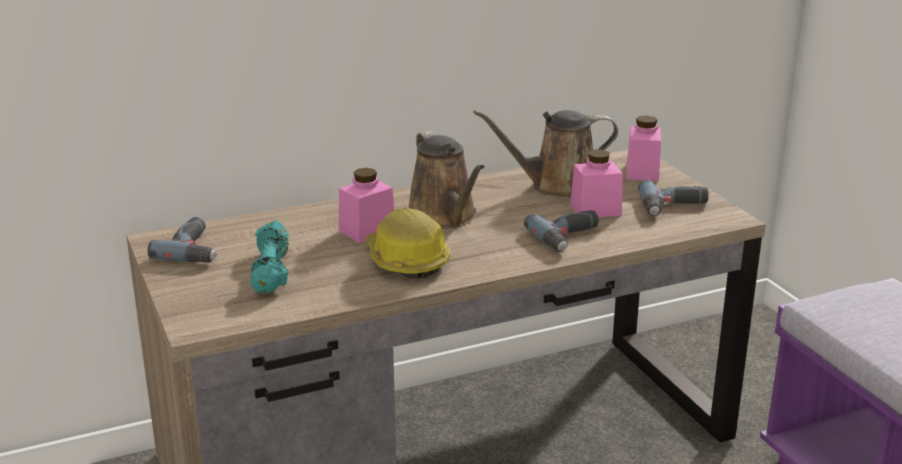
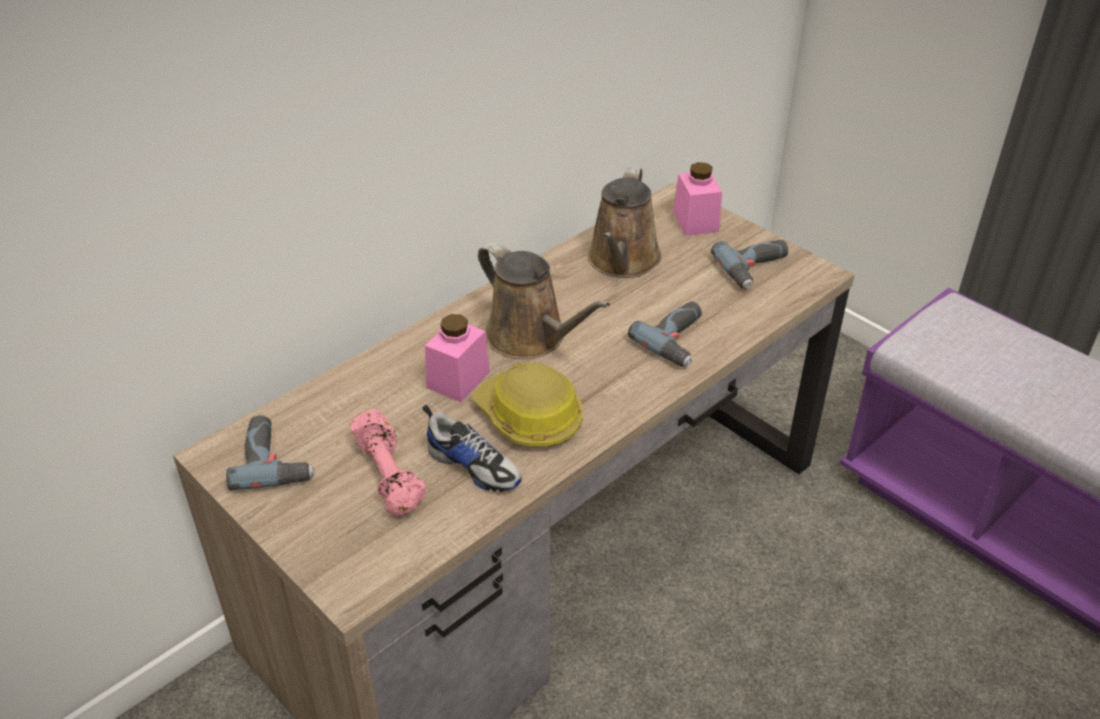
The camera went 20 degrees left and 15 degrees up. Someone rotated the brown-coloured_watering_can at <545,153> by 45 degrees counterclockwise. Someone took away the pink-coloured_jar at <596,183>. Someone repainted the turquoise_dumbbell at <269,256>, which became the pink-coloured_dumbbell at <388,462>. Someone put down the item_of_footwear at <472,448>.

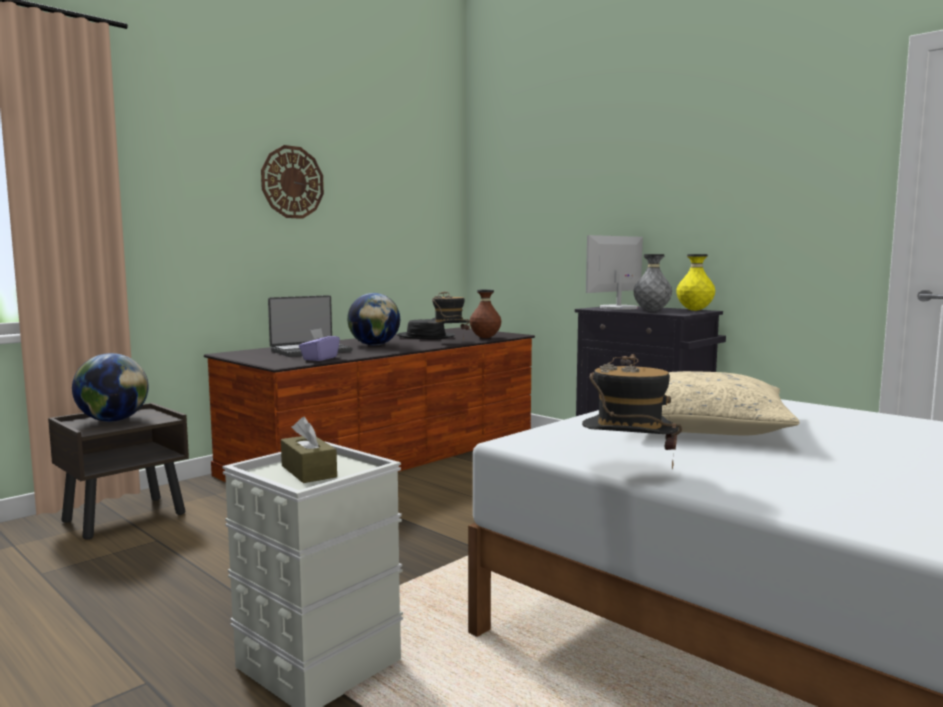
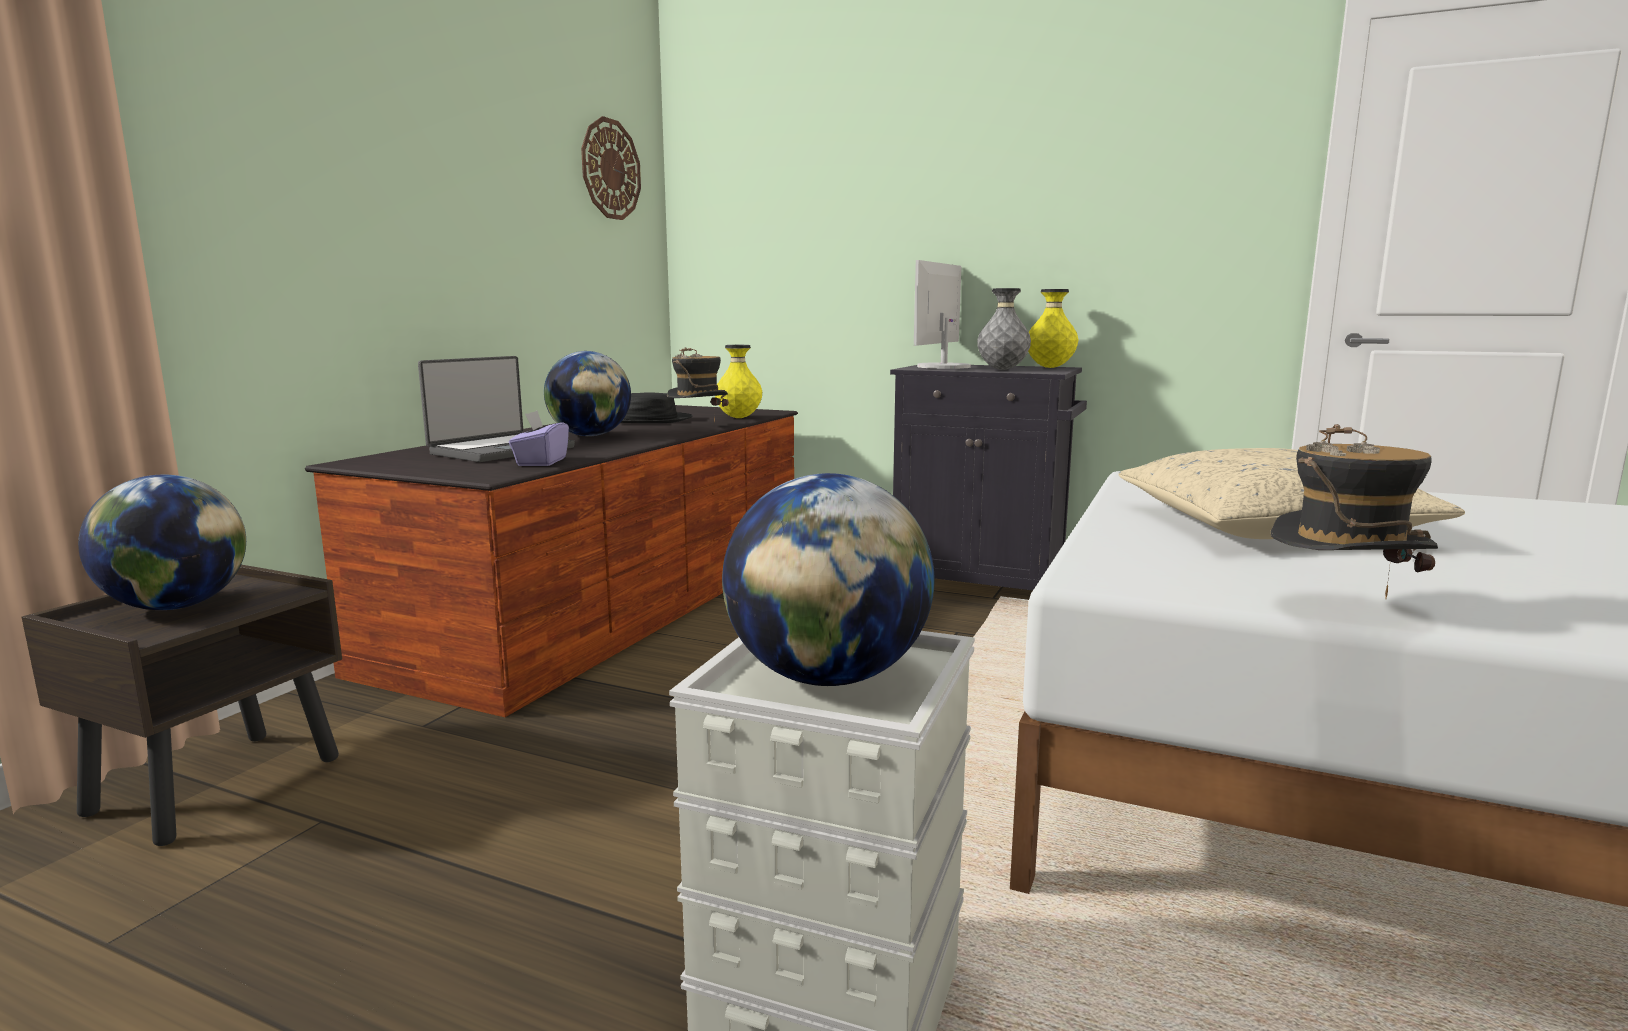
The camera went 20 degrees left and 5 degrees up. Someone carried the wall_clock from <292,182> to <611,168>. Someone repainted the brown-coloured_decorative_vase at <485,314>, which became the yellow-coloured_decorative_vase at <738,381>. Someone swapped the brown-coloured_box_of_tissues at <309,450> for the desk_globe at <828,579>.

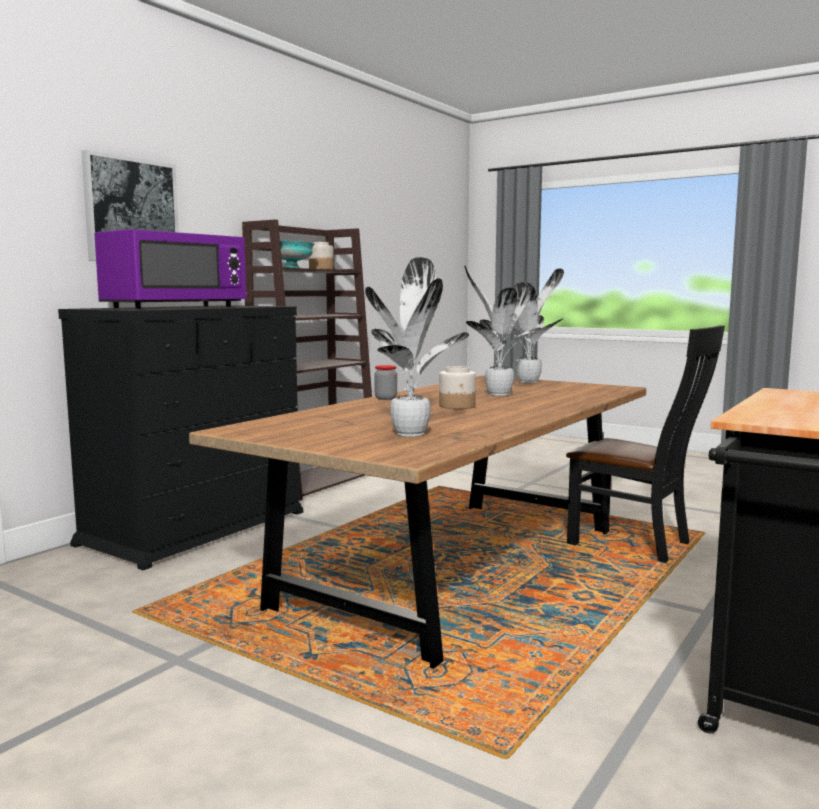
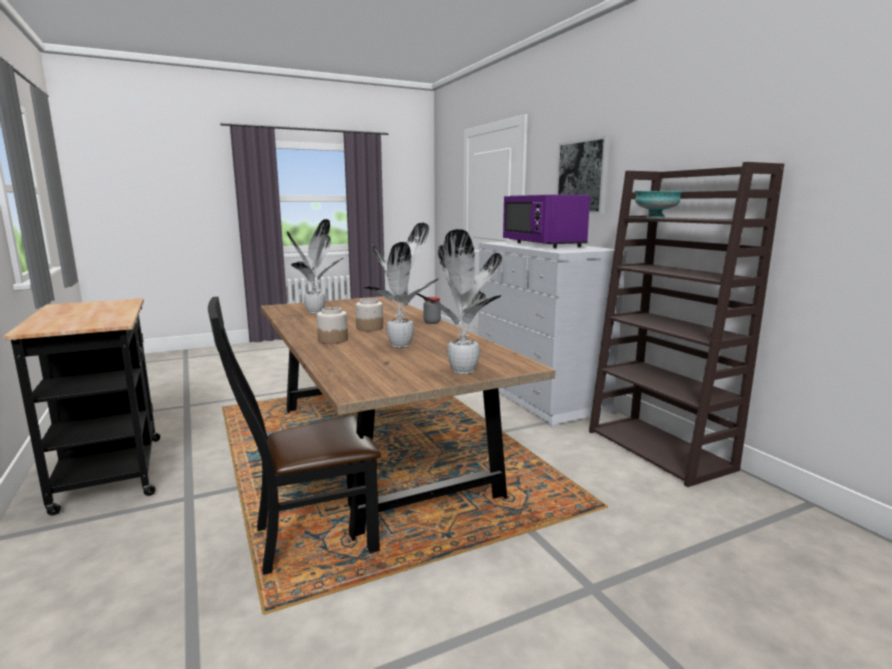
The camera went 120 degrees right and 5 degrees up. Someone carried the jar from <321,255> to <332,325>. Someone repainted the black_chest_of_drawers at <180,437>, which became the whitish_chest_of_drawers at <552,334>.

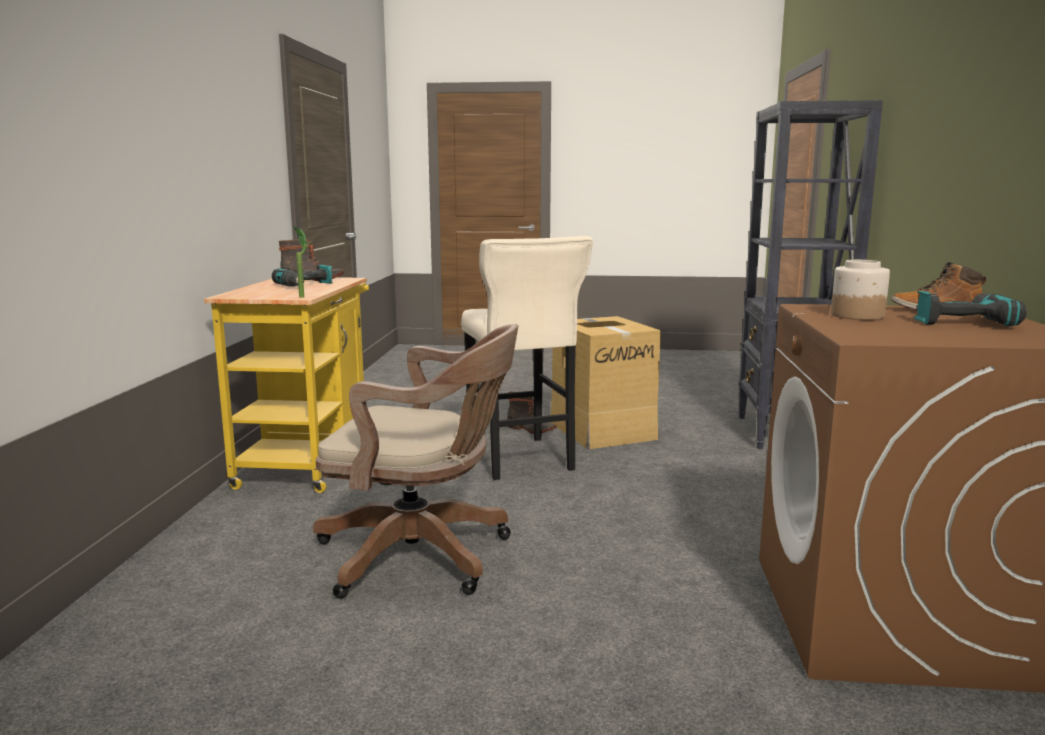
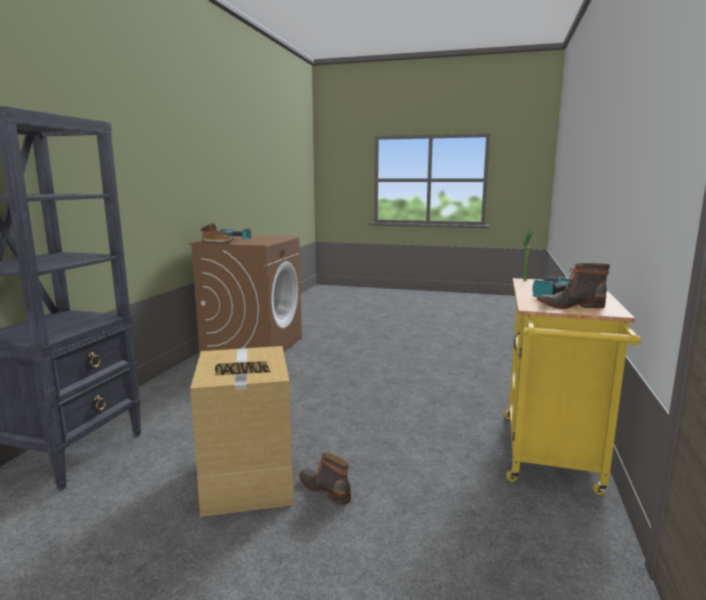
The camera went 170 degrees left and 0 degrees up. Someone took away the beige-coloured_stool at <527,358>. Someone took away the jar at <860,290>. Someone took away the brown-coloured_desk_chair at <415,461>.

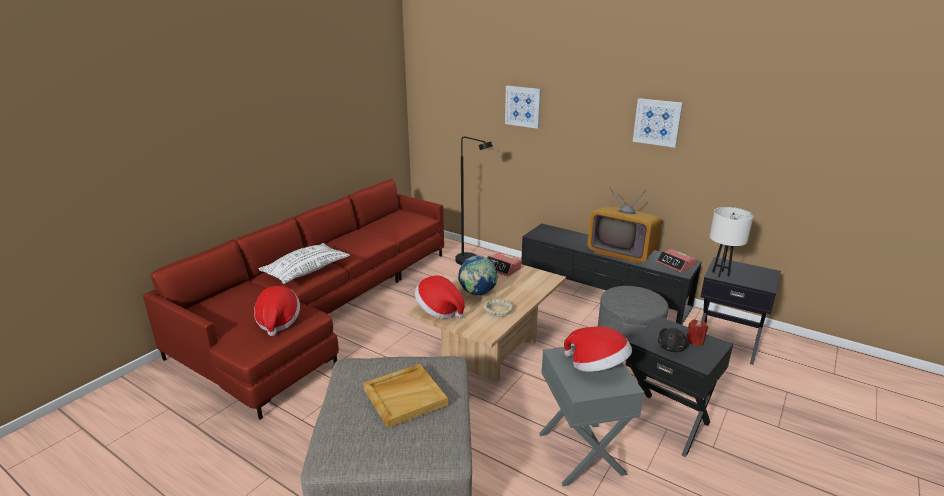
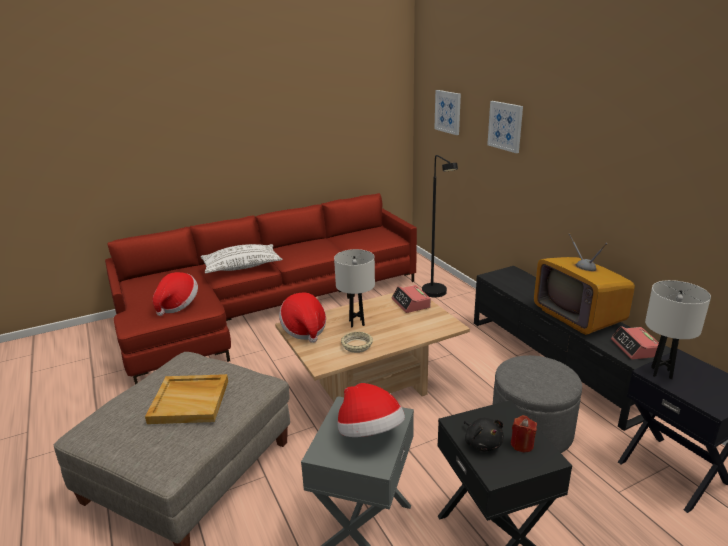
The camera went 30 degrees right and 0 degrees up. Someone carried the wall_art from <658,123> to <447,112>. Someone swapped the desk_globe at <478,275> for the whitish_table_lamp at <354,288>. Someone rotated the black_plush_toy at <673,340> by 90 degrees counterclockwise.

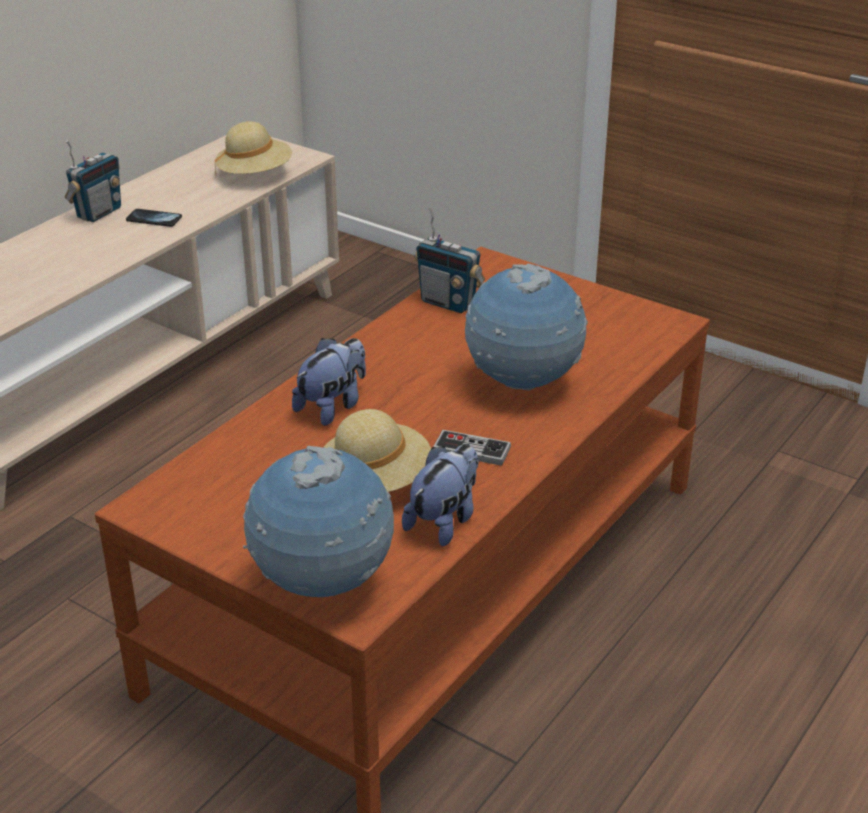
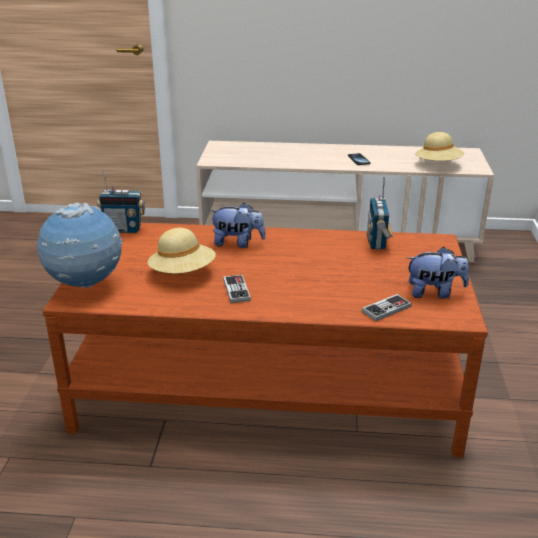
The camera went 60 degrees right and 5 degrees down. Someone carried the radio from <93,181> to <121,202>. Someone took away the desk_globe at <526,327>. Someone carried the plush_toy from <440,495> to <438,272>. Someone put down the gamepad at <387,307>.

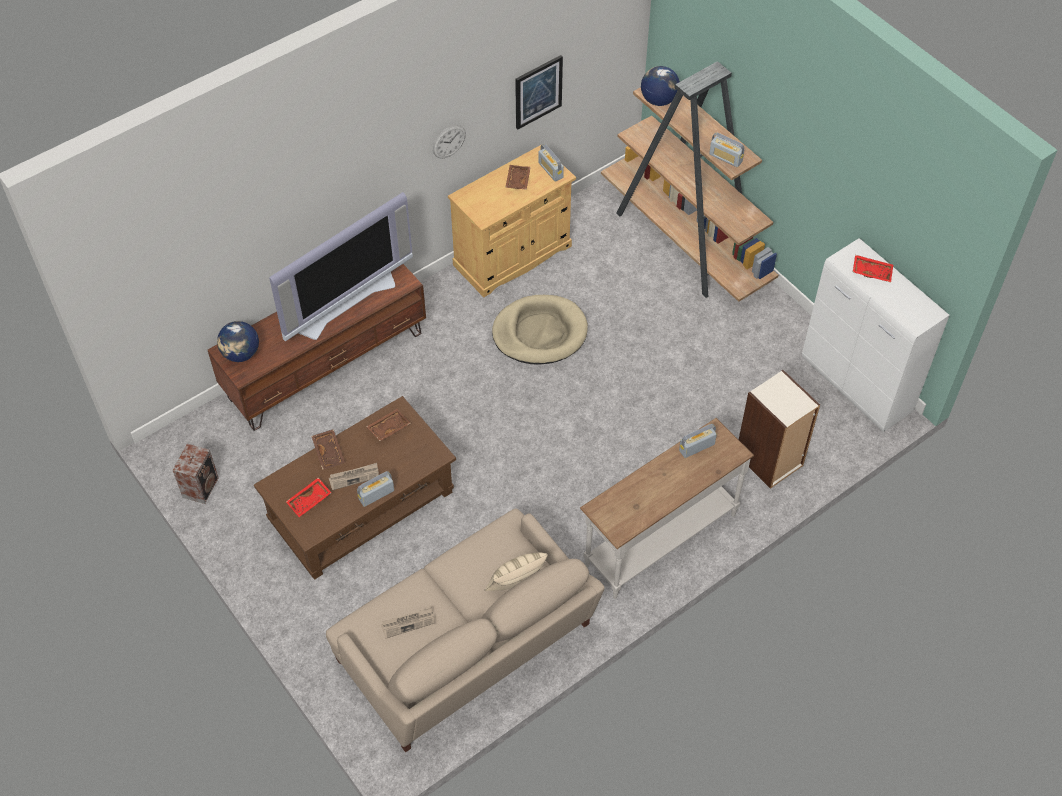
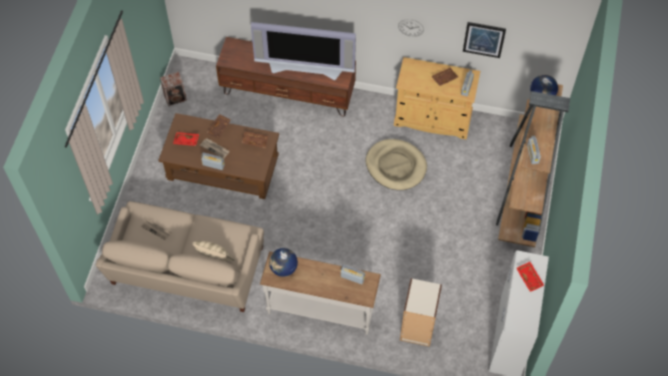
The camera went 50 degrees right and 5 degrees up. Someone carried the desk_globe from <238,341> to <283,262>.

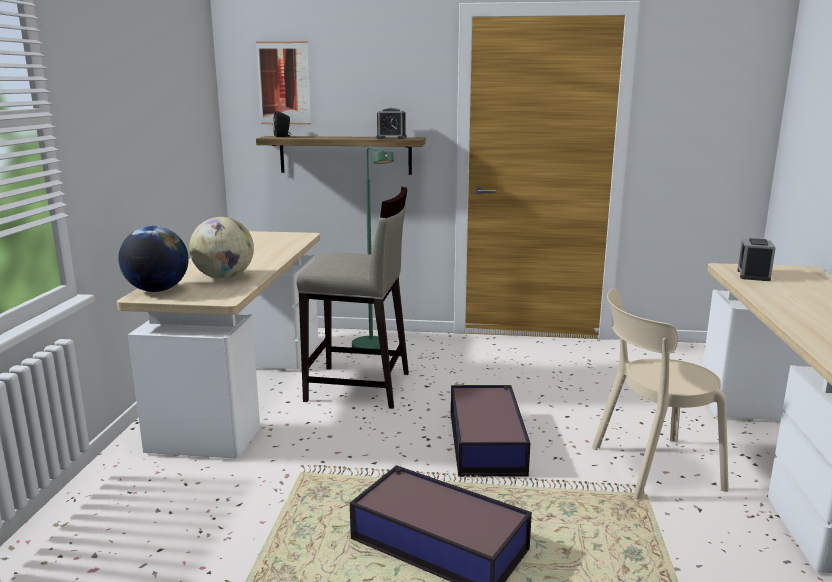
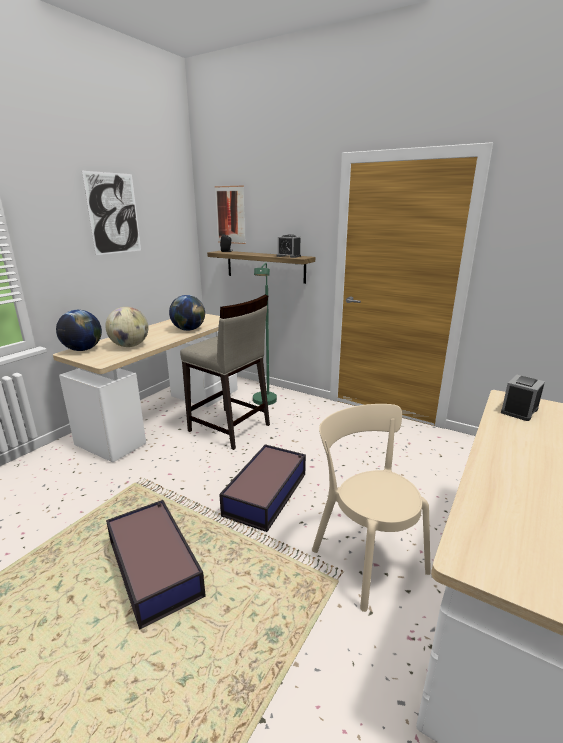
The camera went 25 degrees right and 5 degrees up. Someone rotated the beige-coloured_chair at <660,394> by 45 degrees clockwise. Someone put up the wall_art at <111,213>. Someone put down the desk_globe at <187,313>.

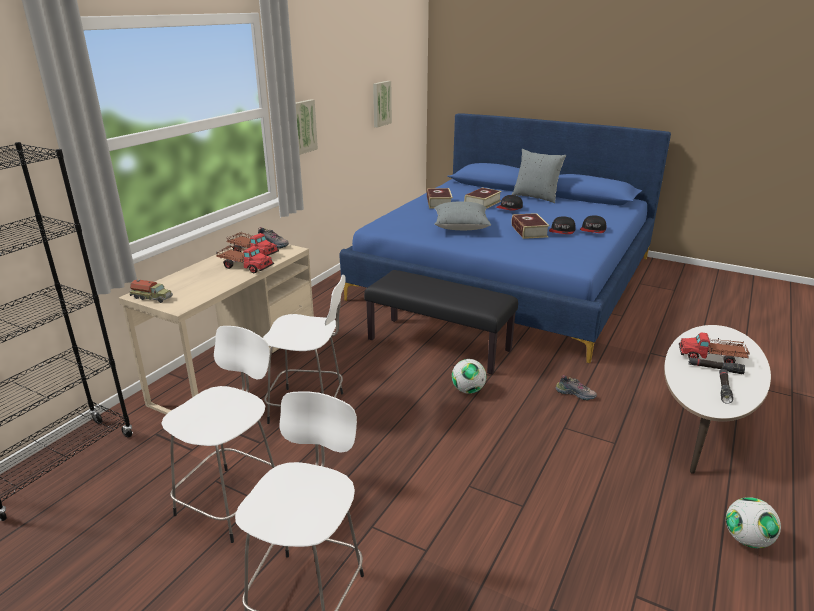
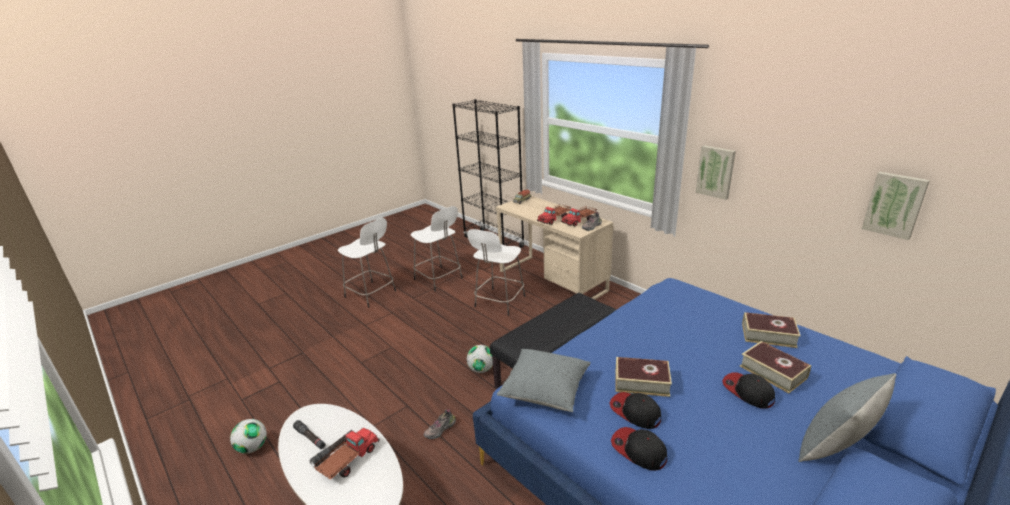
The camera went 110 degrees right and 0 degrees up. Someone carried the grey_pillow from <462,216> to <544,380>.

